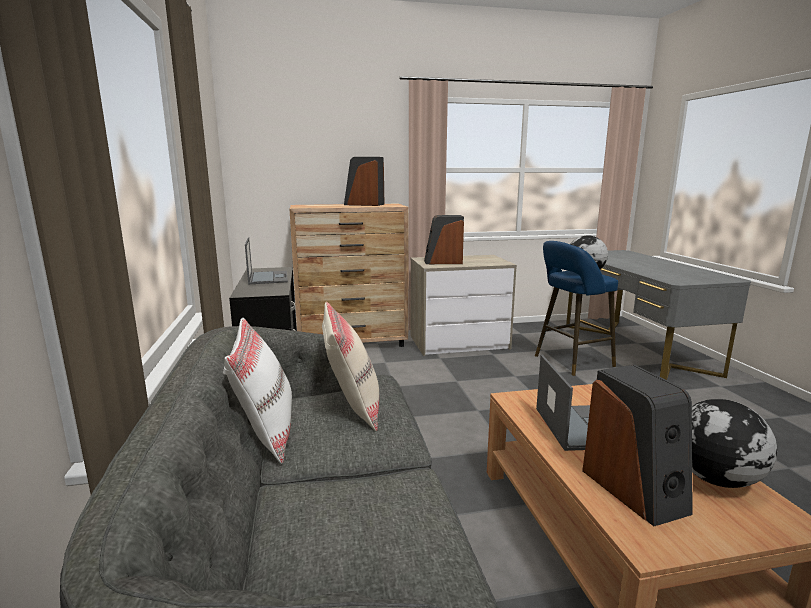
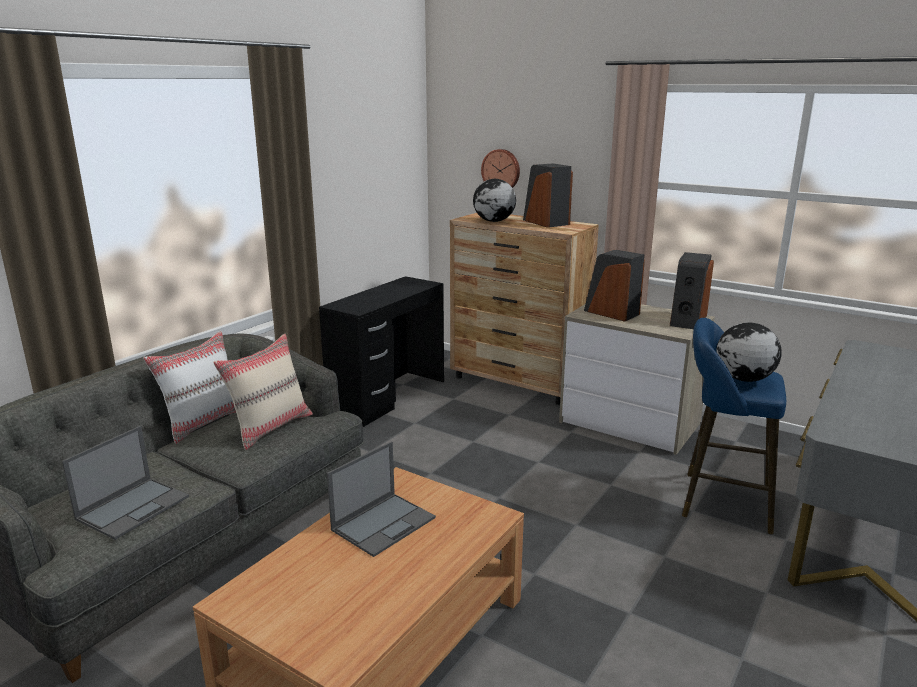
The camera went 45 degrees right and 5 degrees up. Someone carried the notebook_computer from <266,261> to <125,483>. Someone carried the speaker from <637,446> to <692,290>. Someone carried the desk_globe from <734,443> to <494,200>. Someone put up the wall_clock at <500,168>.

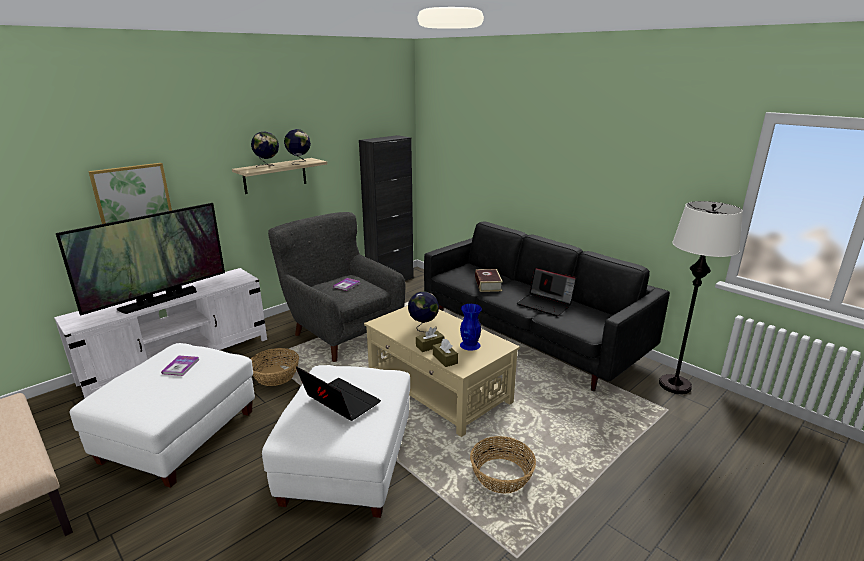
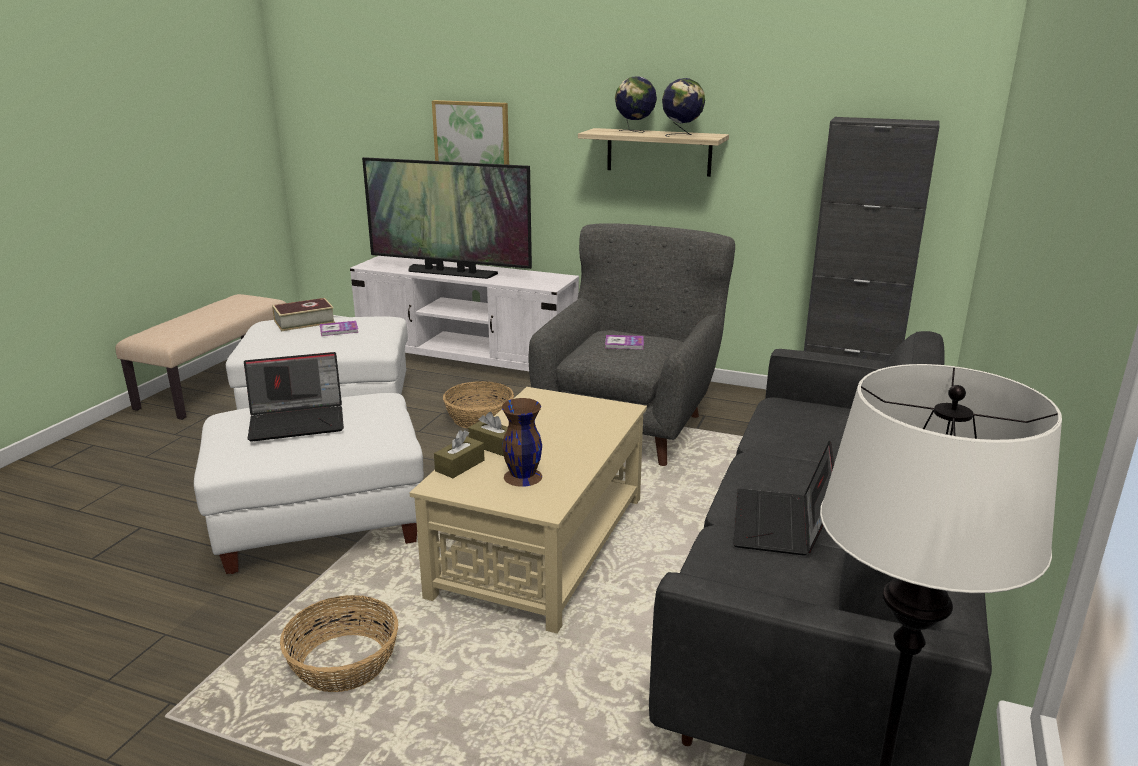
The camera went 65 degrees right and 0 degrees up. Someone carried the volume from <489,280> to <303,314>. Someone took away the desk_globe at <423,311>. Someone repainted the bluish_decorative_vase at <471,327>, which became the brown-coloured_decorative_vase at <522,442>. Someone rotated the notebook_computer at <338,393> by 60 degrees clockwise.

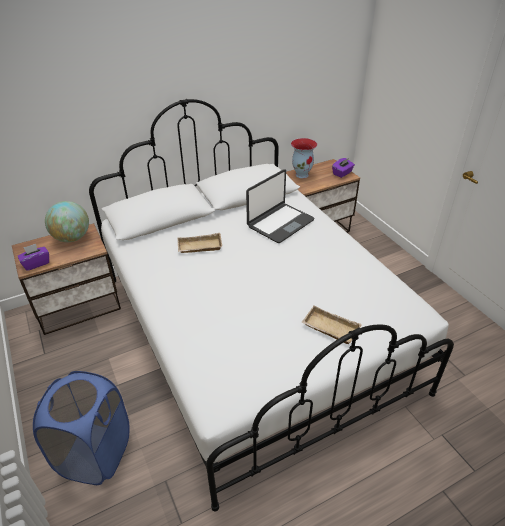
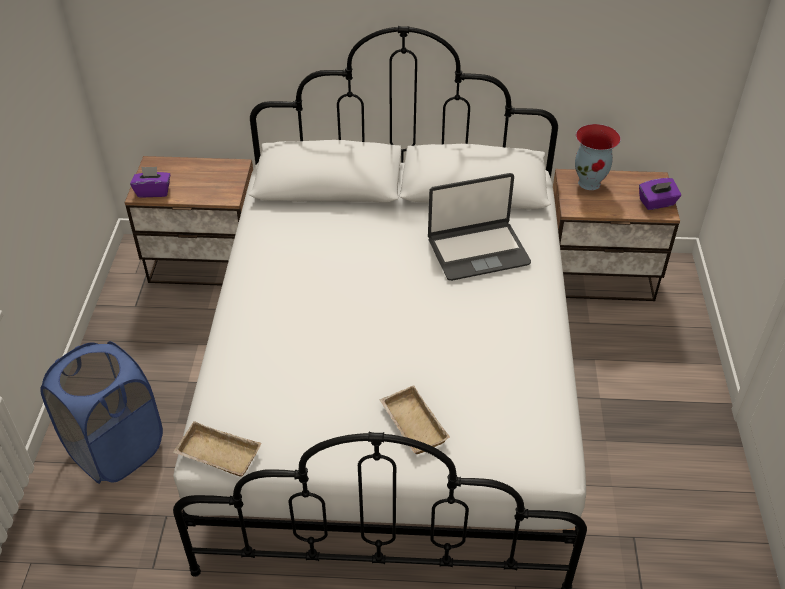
The camera went 30 degrees right and 5 degrees up. Someone took away the desk_globe at <67,221>. Someone carried the beige-coloured_tray from <200,243> to <217,449>.

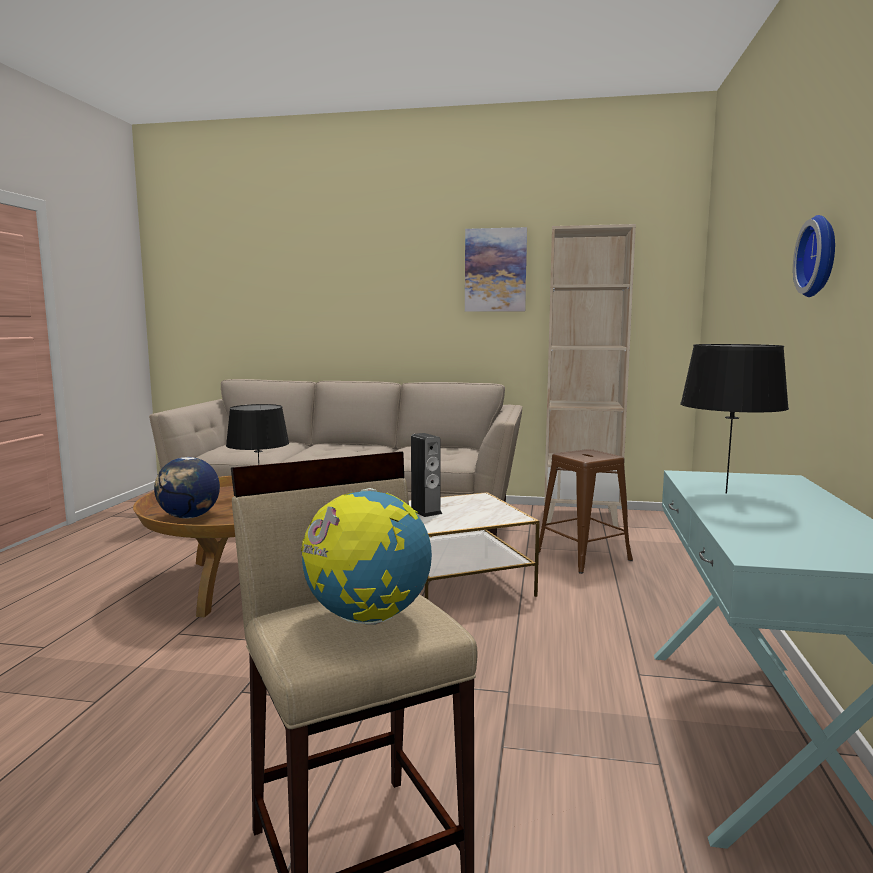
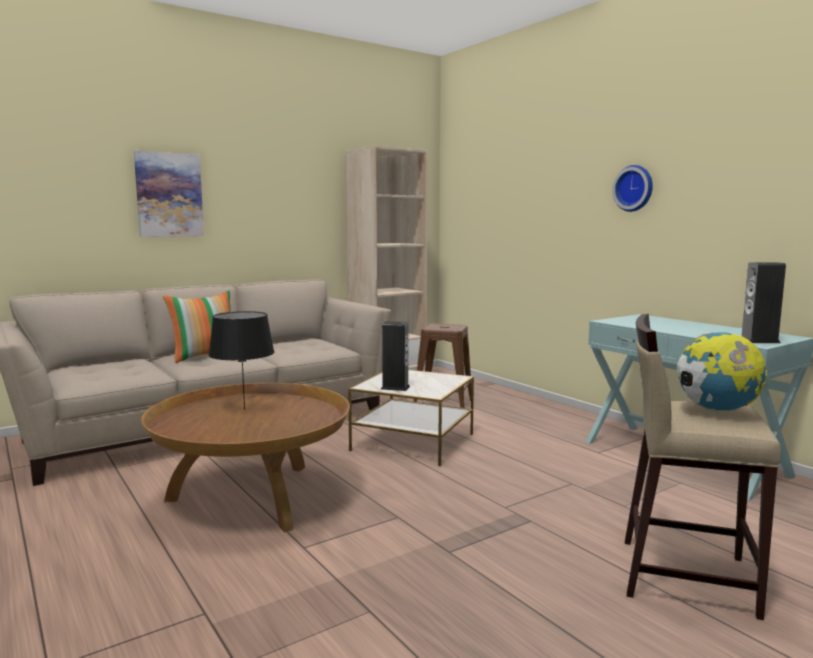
The camera went 45 degrees left and 0 degrees up. Someone carried the wall_art from <496,269> to <169,194>. Someone took away the black_table_lamp at <734,419>. Someone took away the desk_globe at <187,487>. Someone put down the speaker at <764,302>. Someone put down the pillow at <197,326>.

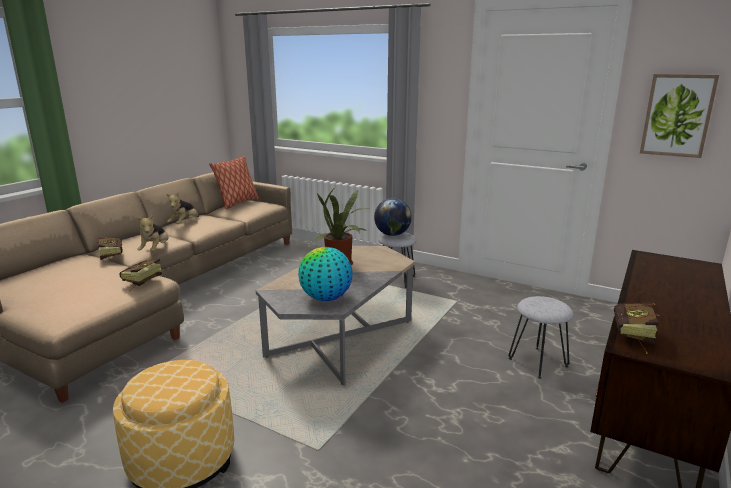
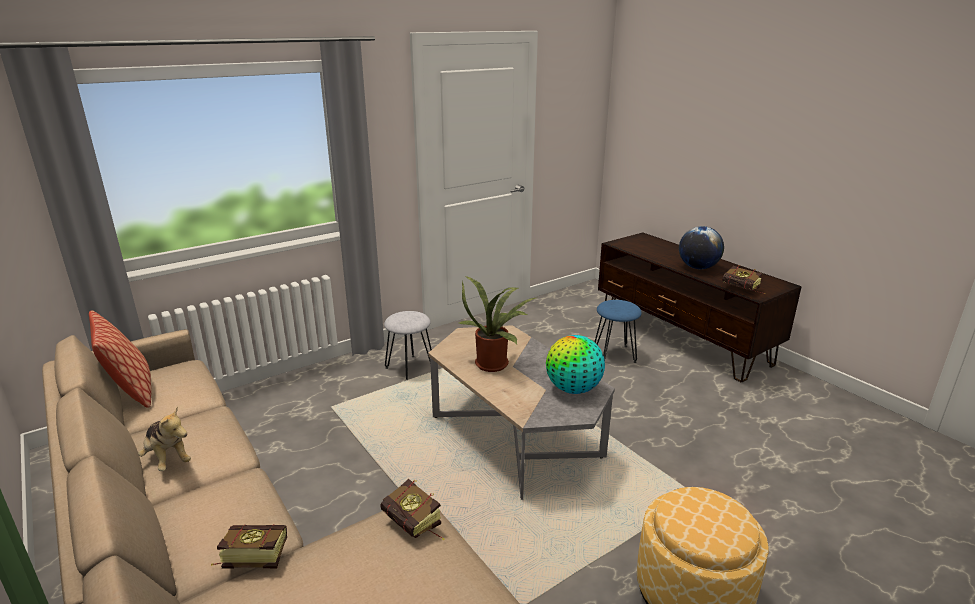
The camera went 65 degrees left and 5 degrees up. Someone took away the wall_art at <679,116>. Someone carried the desk_globe from <393,217> to <701,247>. Someone took away the plush_toy at <153,233>. Someone repainted the grey_stool at <540,337>, which became the bluish_stool at <618,331>.

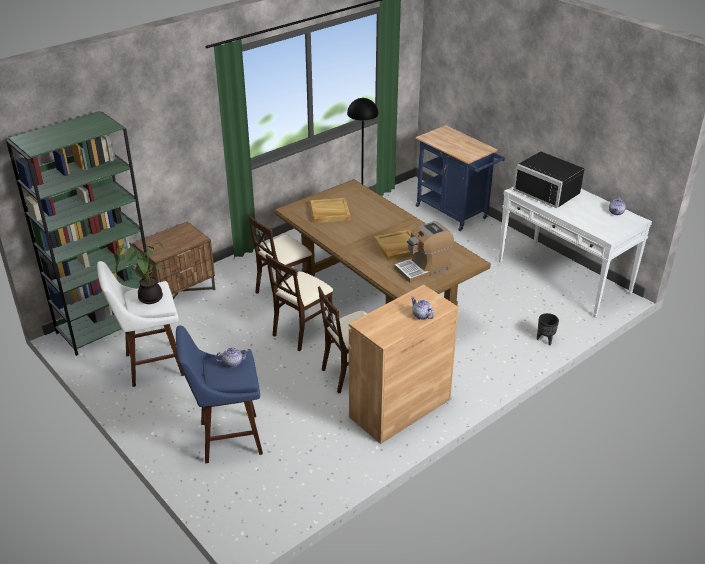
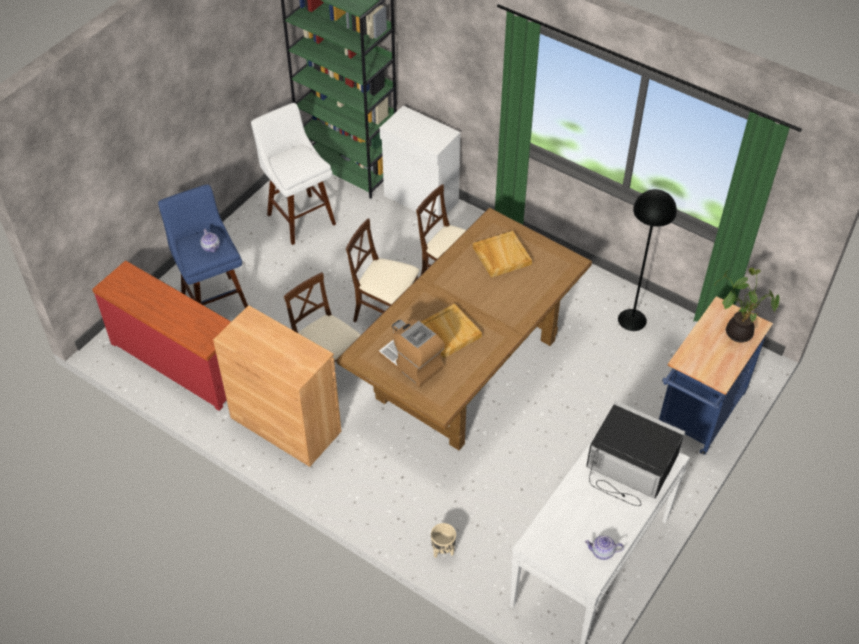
The camera went 75 degrees right and 15 degrees up. Someone rotated the black_microwave at <549,179> by 90 degrees clockwise. Someone swapped the brown-coloured_bedside_table at <174,260> for the whitish_cupboard at <420,164>. Someone carried the houseplant from <140,272> to <747,305>. Someone took away the tea_pot at <423,308>. Someone repainted the black_plant_pot at <548,329>, which became the beige-coloured_plant_pot at <443,540>. Someone put down the red-coloured_chest_of_drawers at <161,335>.

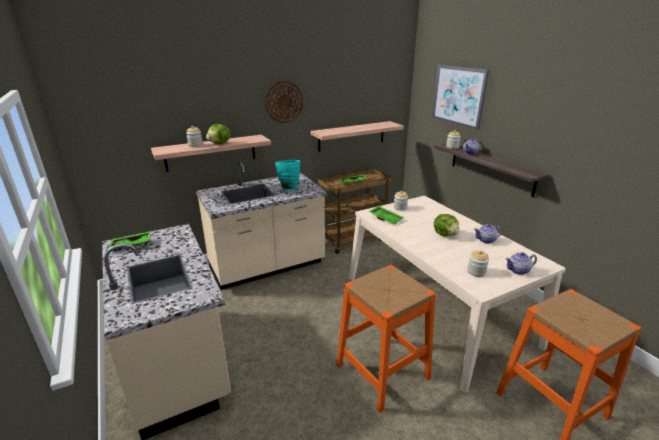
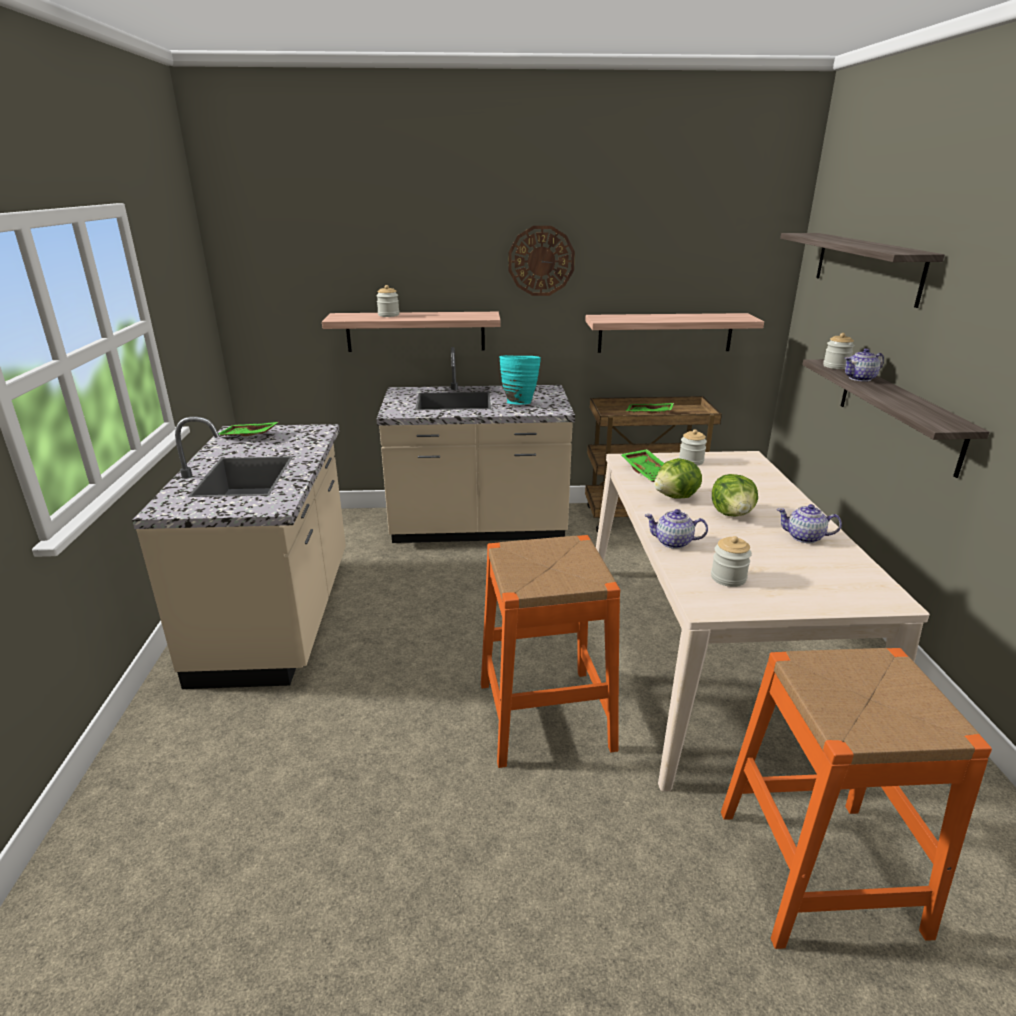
The camera went 25 degrees right and 0 degrees up. Someone swapped the wall_art at <460,97> for the wall_shelf at <862,270>. Someone carried the lettuce from <218,134> to <678,478>. Someone carried the tea_pot from <521,263> to <676,529>.

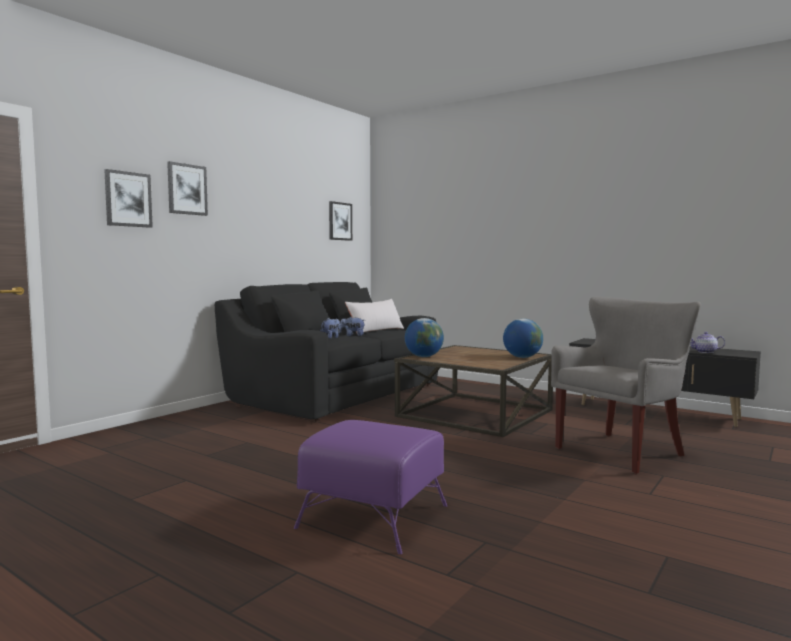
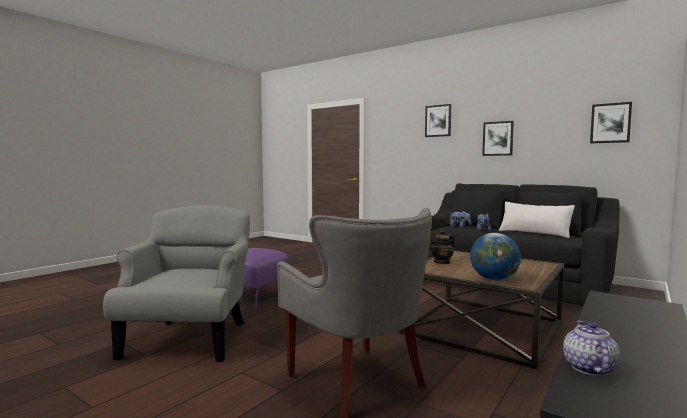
The camera went 90 degrees right and 0 degrees up. Someone carried the wall_art from <128,198> to <498,138>. Someone took away the desk_globe at <424,337>. Someone put down the grey_armchair at <176,283>. Someone put down the tea_pot at <442,247>.

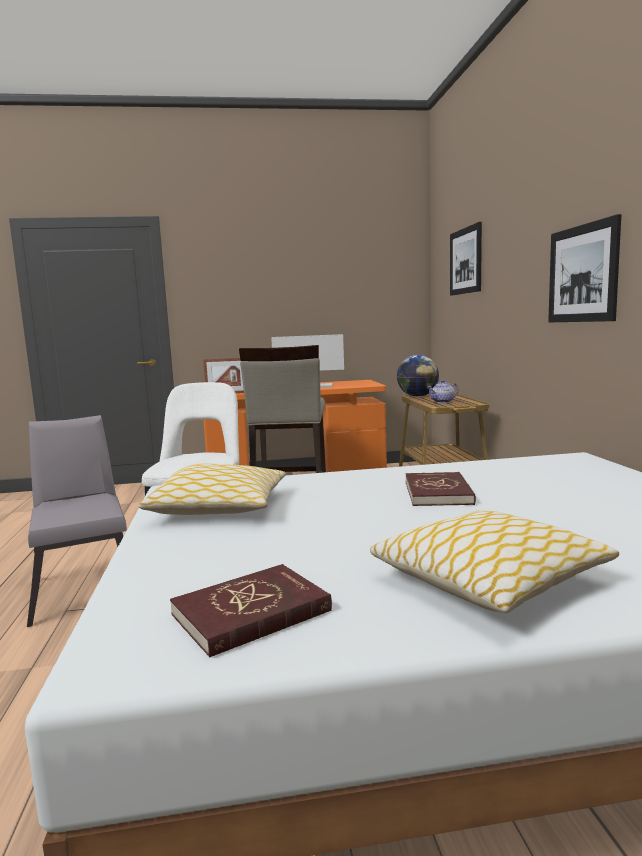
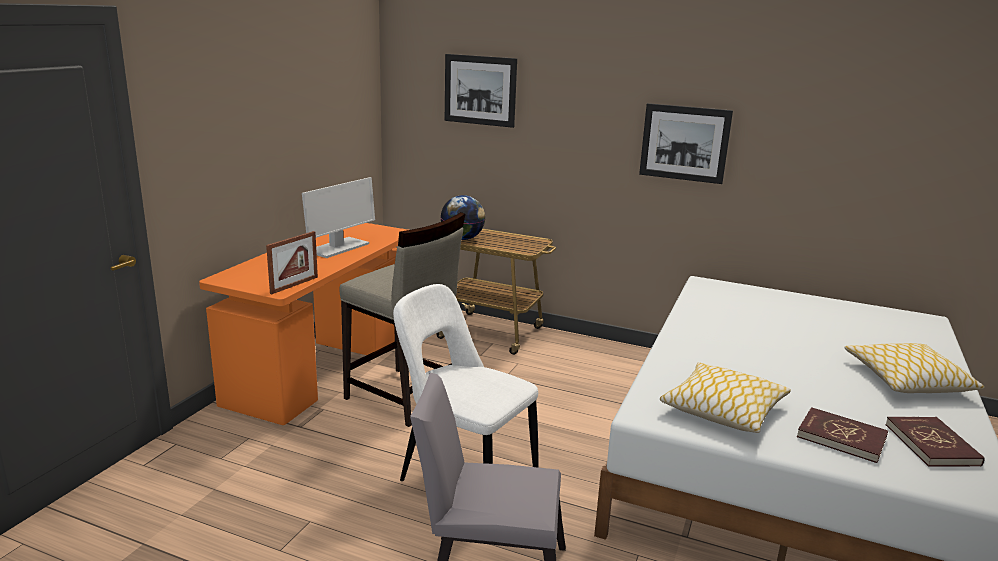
The camera went 60 degrees left and 10 degrees up. Someone took away the tea_pot at <443,391>. Someone carried the red-coloured_volume from <440,489> to <842,435>.

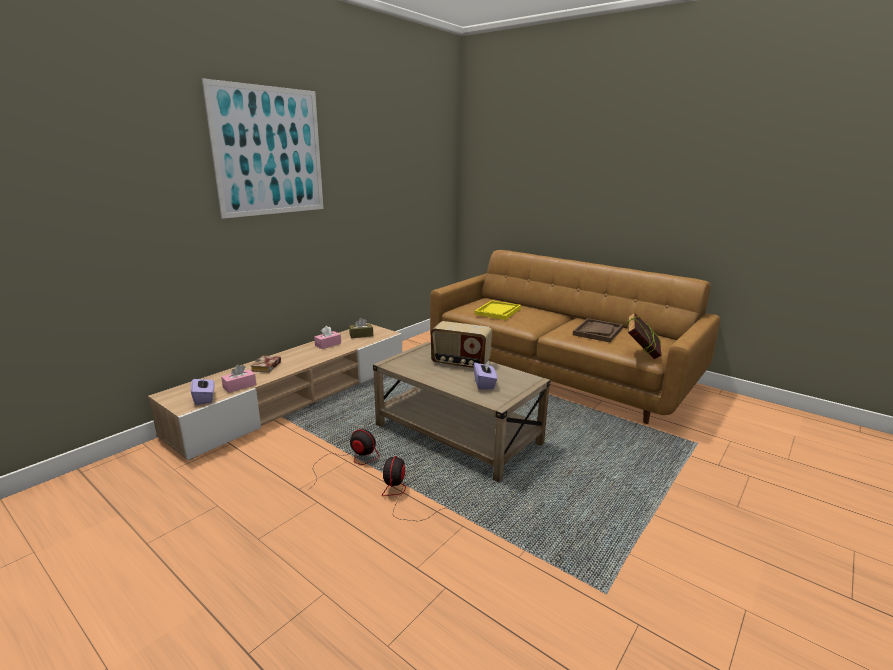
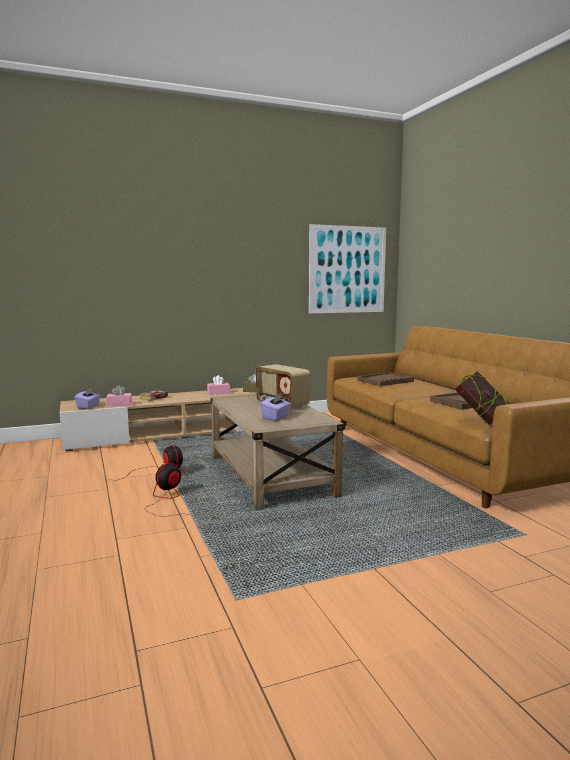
The camera went 30 degrees right and 10 degrees down. Someone carried the wall_art from <263,148> to <347,268>. Someone repainted the yellow-coloured_tray at <498,310>, which became the brown-coloured_tray at <385,379>.

